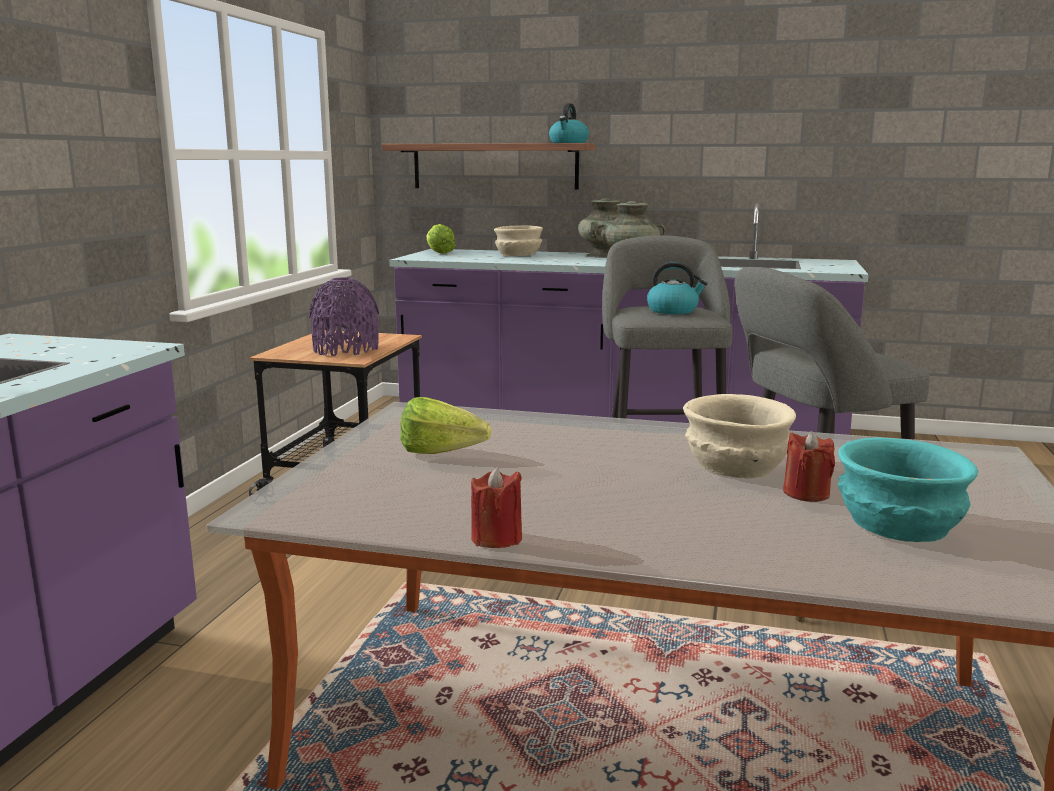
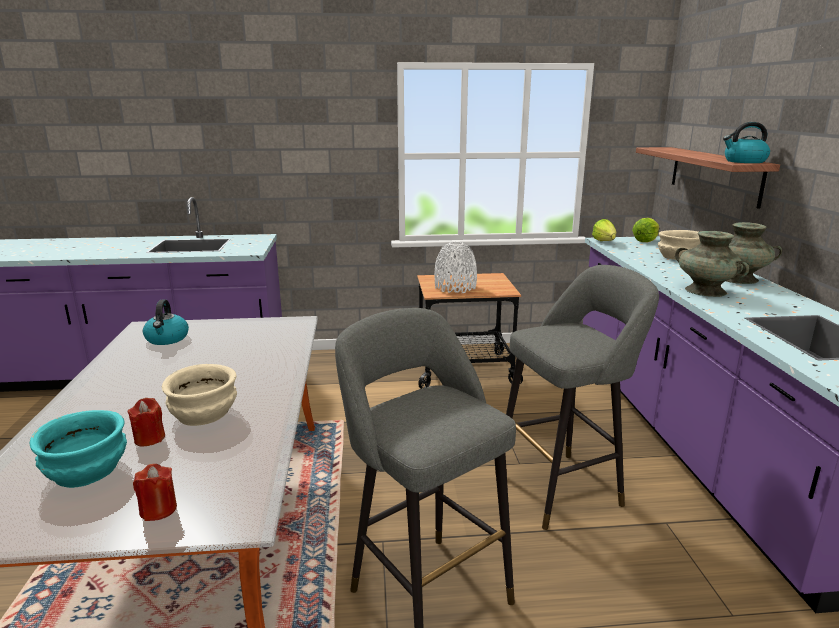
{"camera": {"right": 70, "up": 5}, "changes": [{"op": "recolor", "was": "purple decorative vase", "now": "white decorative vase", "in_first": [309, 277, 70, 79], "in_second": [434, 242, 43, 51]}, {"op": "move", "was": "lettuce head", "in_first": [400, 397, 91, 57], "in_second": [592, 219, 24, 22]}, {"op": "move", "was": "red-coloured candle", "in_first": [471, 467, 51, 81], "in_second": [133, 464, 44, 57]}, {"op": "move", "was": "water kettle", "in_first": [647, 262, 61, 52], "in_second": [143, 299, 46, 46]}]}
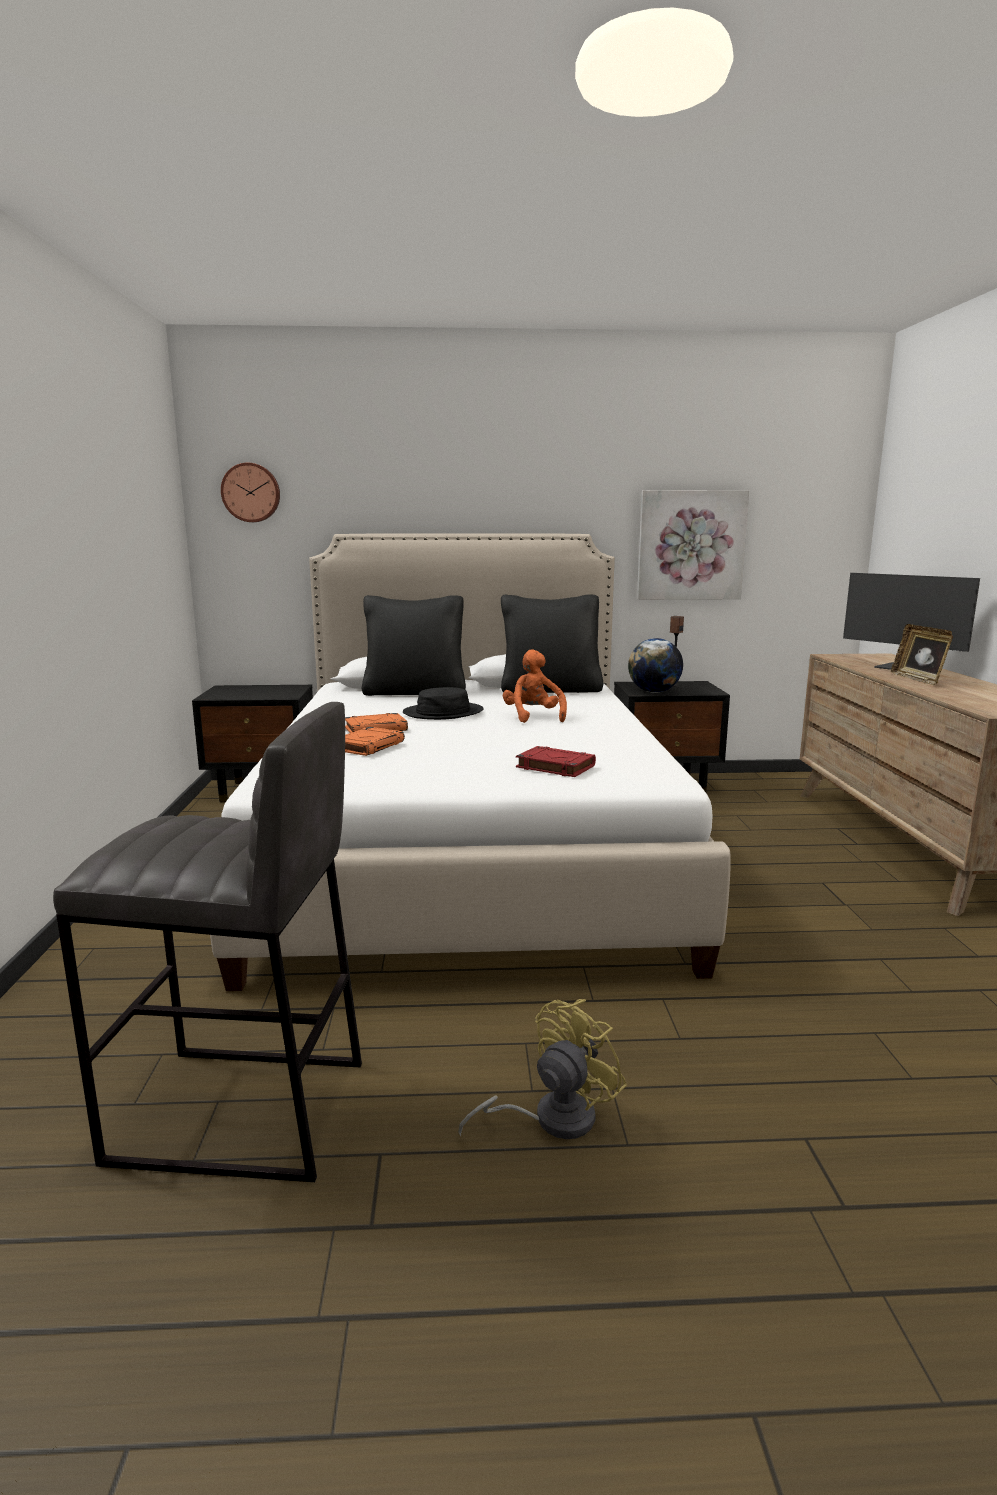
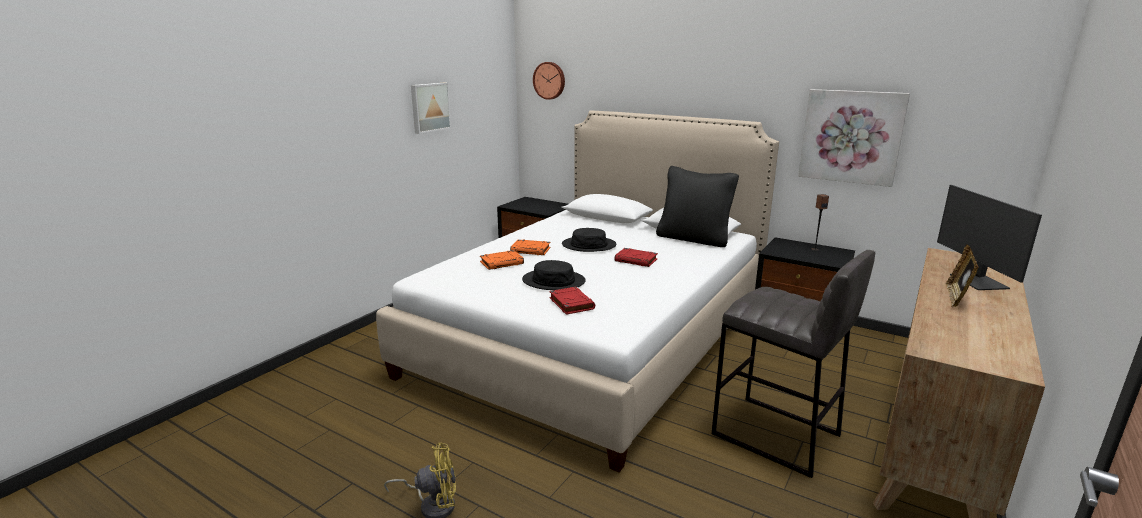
{"camera": {"right": 35, "up": 5}, "changes": [{"op": "move", "was": "gray stool seat", "in_first": [53, 702, 309, 480], "in_second": [712, 250, 163, 228]}, {"op": "delete", "was": "black-coloured pillow", "in_first": [362, 595, 104, 101]}, {"op": "replace", "was": "orange-coloured plush toy", "now": "red-coloured book", "in_first": [503, 649, 64, 74], "in_second": [614, 248, 44, 19]}, {"op": "delete", "was": "desk globe", "in_first": [628, 638, 55, 55]}, {"op": "insert", "now": "wall art", "in_second": [411, 83, 40, 51]}, {"op": "insert", "now": "black-coloured clothing hat", "in_second": [522, 260, 64, 30]}]}
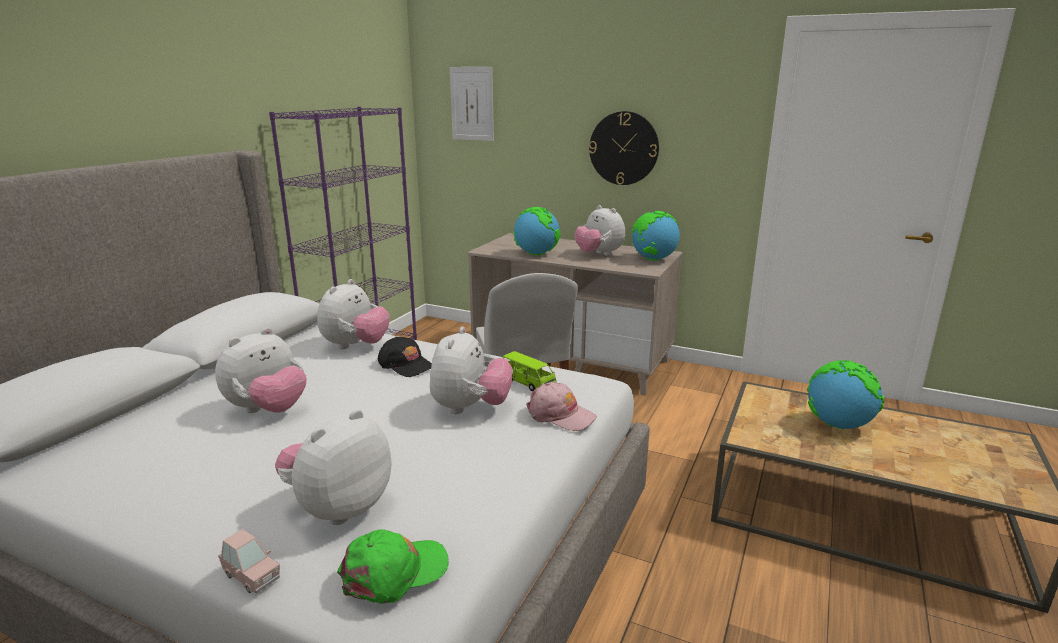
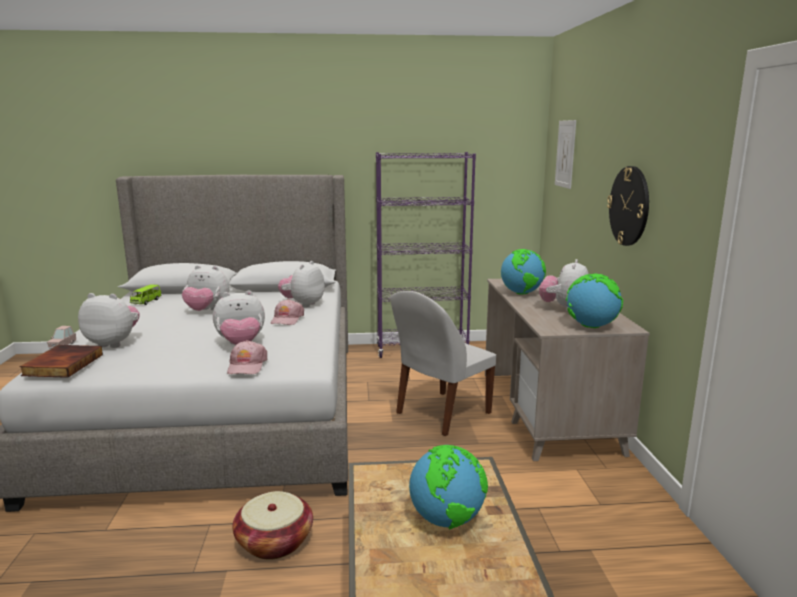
{"camera": {"right": 60, "up": -5}, "changes": [{"op": "rotate", "was": "plush toy", "in_first": [317, 279, 73, 70], "in_second": [278, 261, 47, 46], "clockwise": 120}, {"op": "replace", "was": "greenish peaked cap", "now": "book", "in_first": [337, 529, 112, 75], "in_second": [19, 345, 84, 33]}, {"op": "recolor", "was": "black-coloured peaked cap", "now": "pinkish peaked cap", "in_first": [378, 337, 54, 40], "in_second": [271, 299, 33, 26]}, {"op": "move", "was": "greenish toy car", "in_first": [503, 351, 54, 40], "in_second": [130, 284, 32, 21]}, {"op": "insert", "now": "household basket", "in_second": [233, 491, 80, 69]}]}
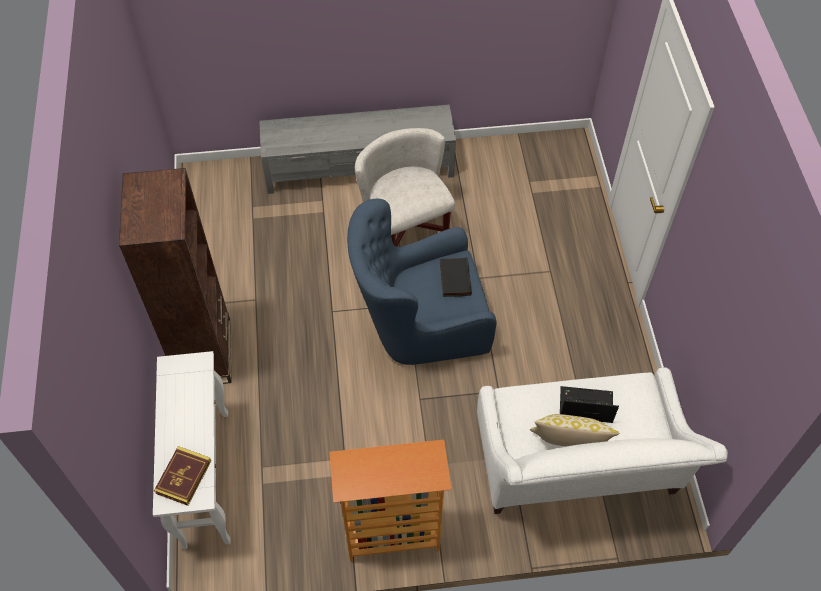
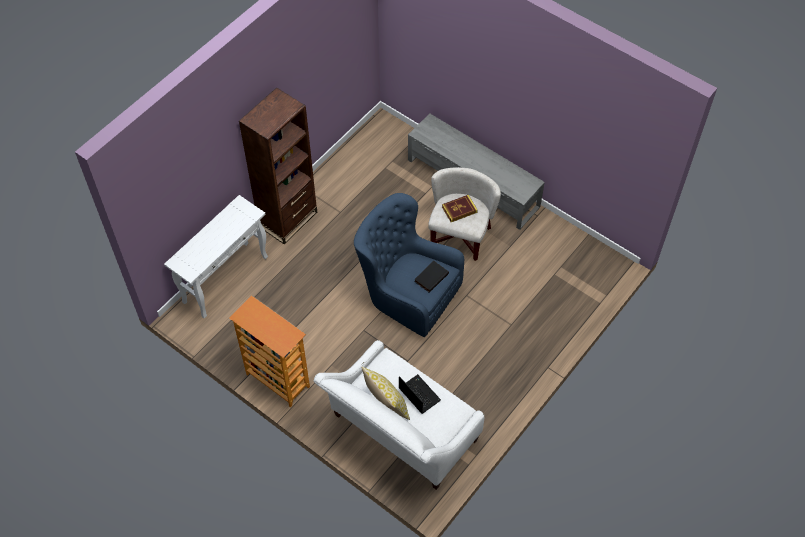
{"camera": {"right": 45, "up": 0}, "changes": [{"op": "move", "was": "book", "in_first": [154, 446, 57, 60], "in_second": [442, 195, 36, 27]}]}
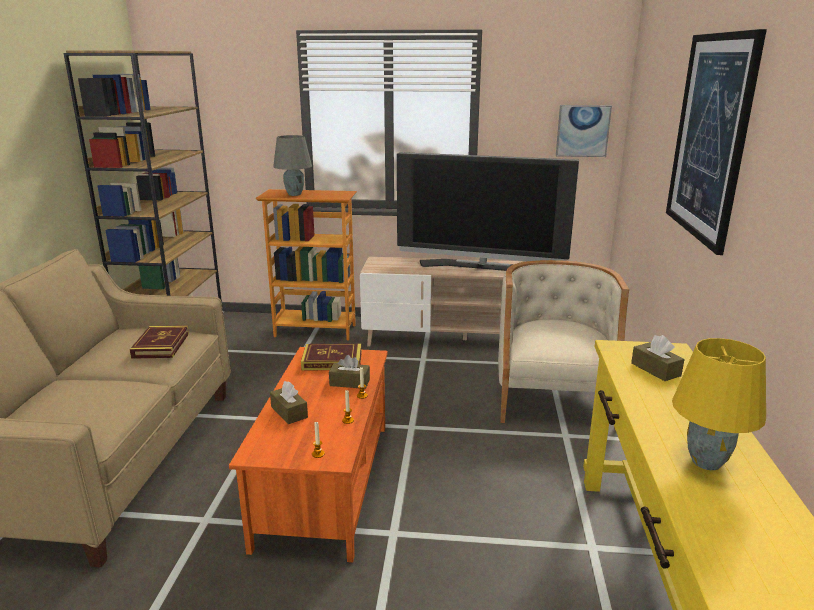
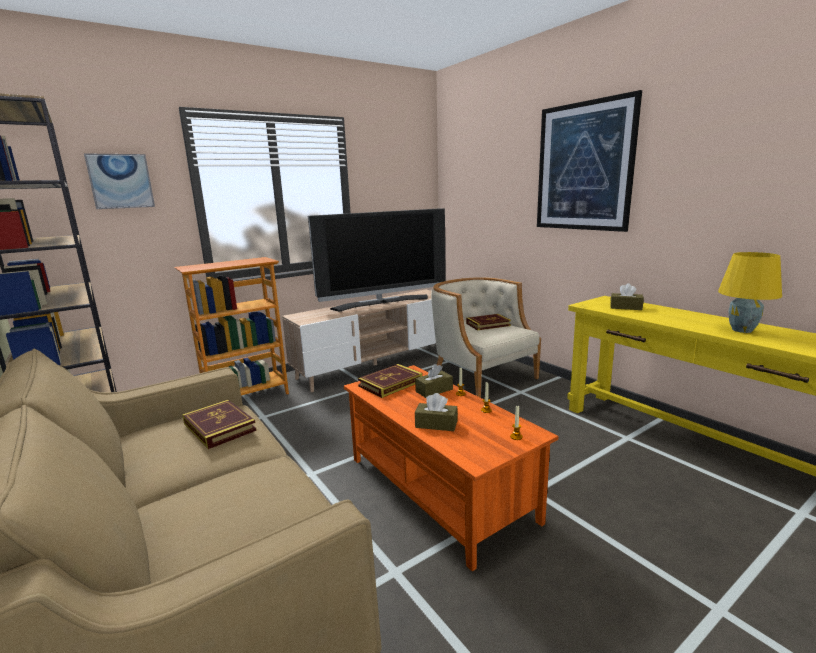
{"camera": {"right": -40, "up": -5}, "changes": [{"op": "delete", "was": "gray tabletop lamp", "in_first": [273, 135, 39, 61]}, {"op": "move", "was": "wall art", "in_first": [556, 105, 56, 52], "in_second": [84, 153, 71, 56]}, {"op": "insert", "now": "book", "in_second": [466, 314, 45, 16]}]}
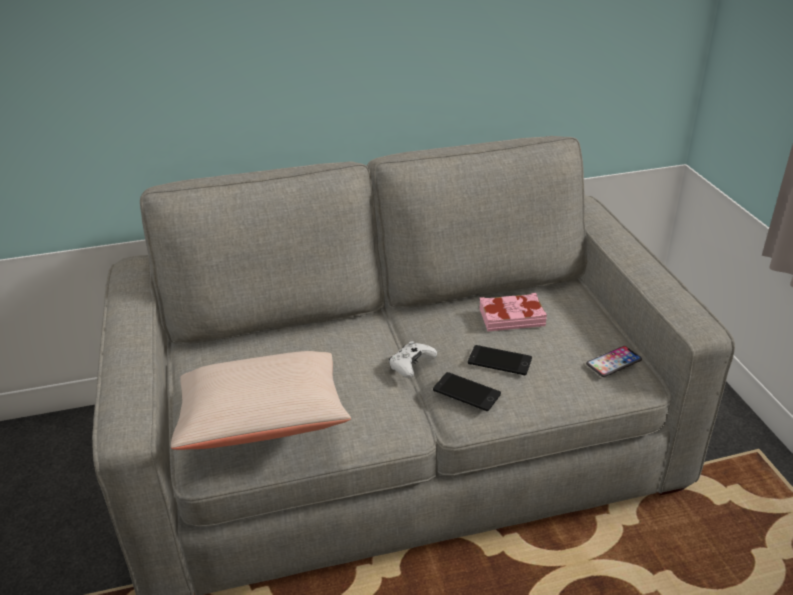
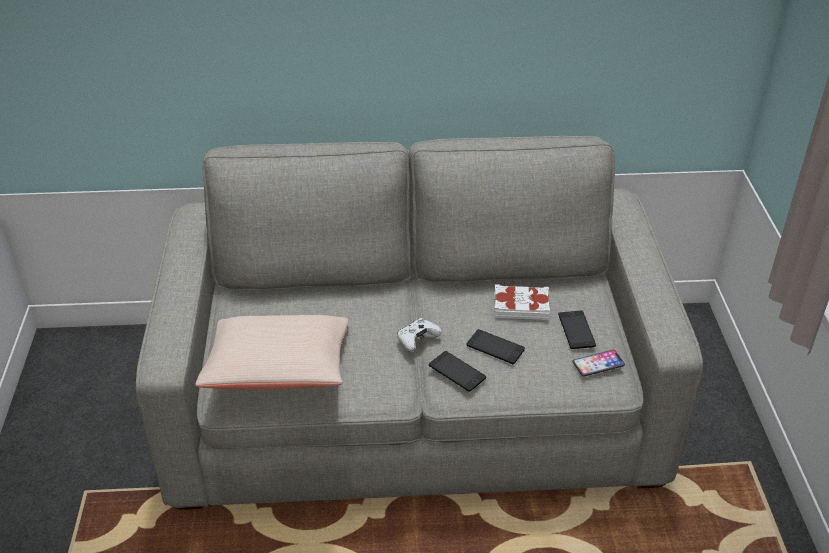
{"camera": {"right": 10, "up": 5}, "changes": [{"op": "recolor", "was": "pinkish book", "now": "white book", "in_first": [479, 293, 68, 38], "in_second": [494, 284, 56, 36]}, {"op": "insert", "now": "telephone", "in_second": [558, 311, 38, 38]}]}
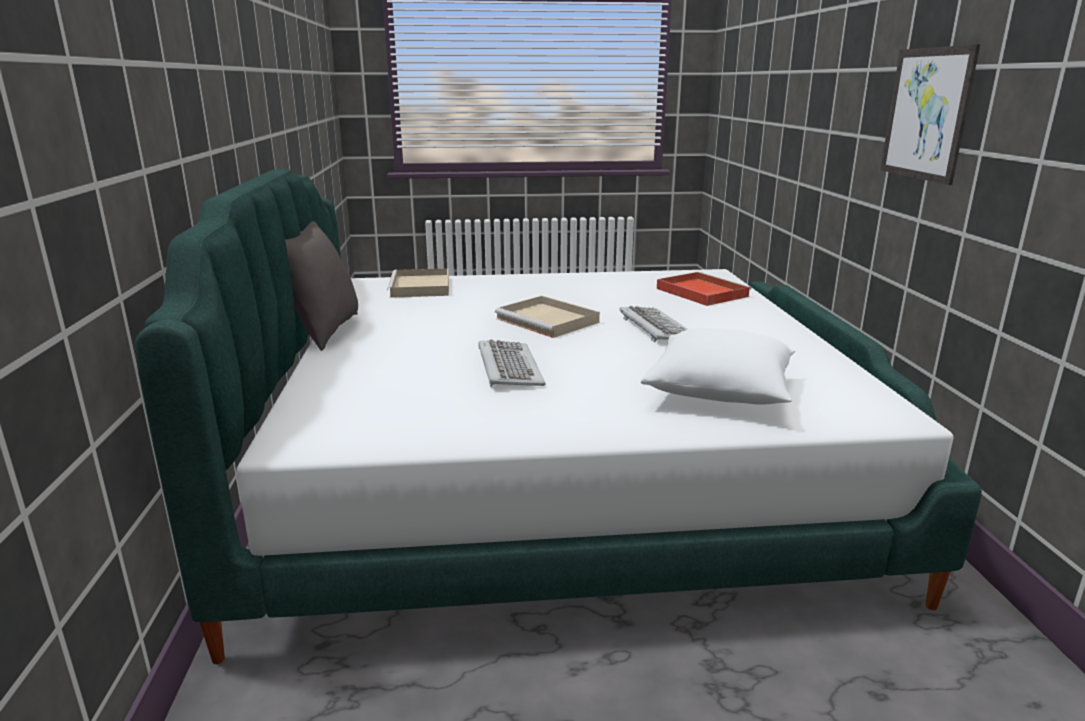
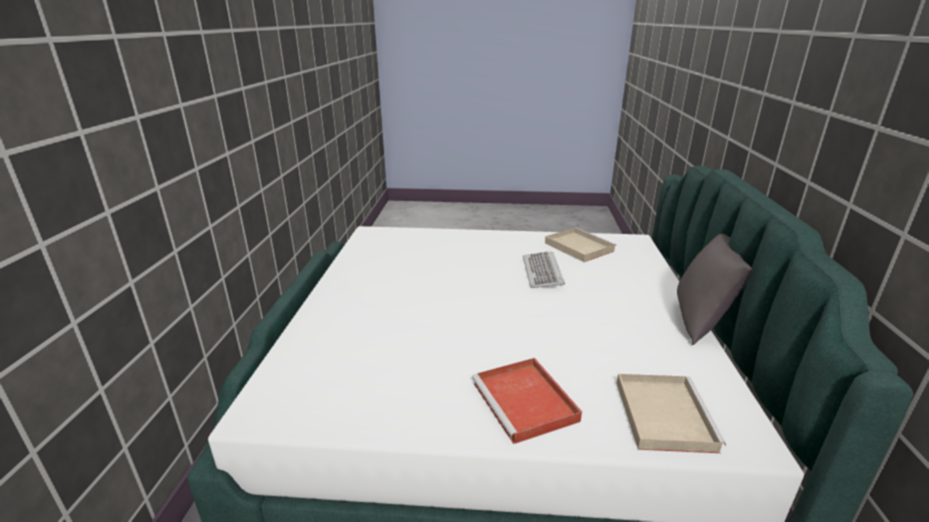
{"camera": {"right": -170, "up": 5}, "changes": [{"op": "move", "was": "sand-coloured carrying tray", "in_first": [495, 296, 105, 42], "in_second": [545, 227, 71, 35]}, {"op": "delete", "was": "keyboard", "in_first": [619, 306, 69, 36]}, {"op": "delete", "was": "white pillow", "in_first": [641, 328, 154, 77]}, {"op": "move", "was": "red-coloured carrying tray", "in_first": [657, 272, 94, 34], "in_second": [472, 358, 110, 86]}, {"op": "delete", "was": "wall art", "in_first": [880, 44, 100, 141]}]}
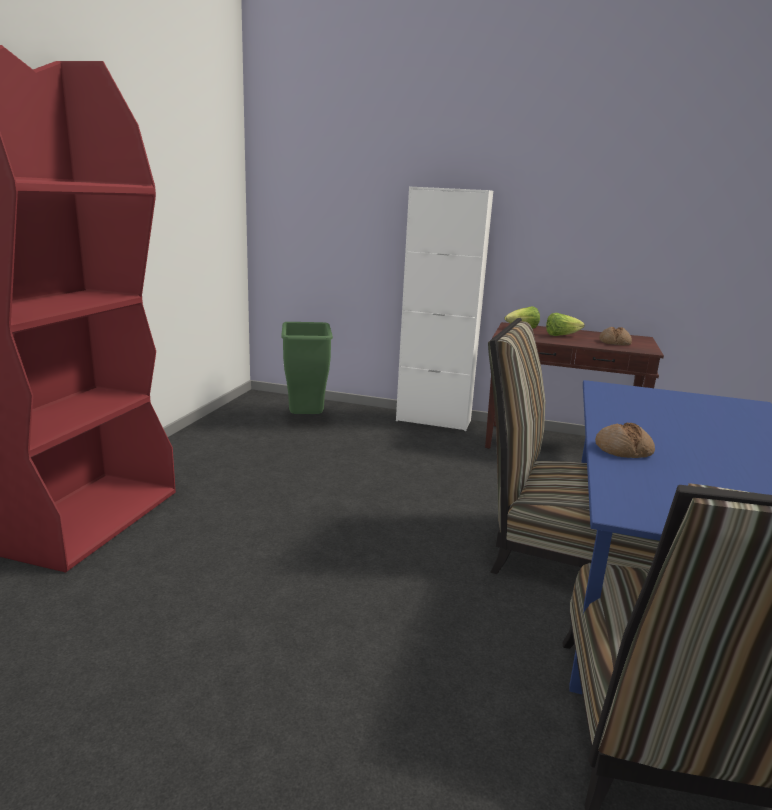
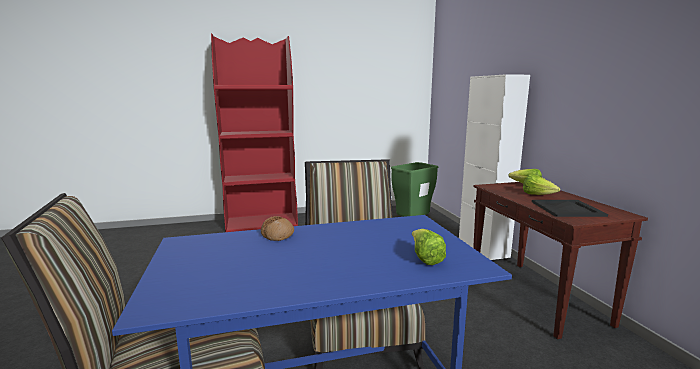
{"camera": {"right": 60, "up": -5}, "changes": [{"op": "replace", "was": "bread", "now": "black-coloured carrying tray", "in_first": [599, 327, 33, 19], "in_second": [532, 200, 76, 17]}, {"op": "insert", "now": "lettuce head", "in_second": [412, 229, 34, 36]}]}
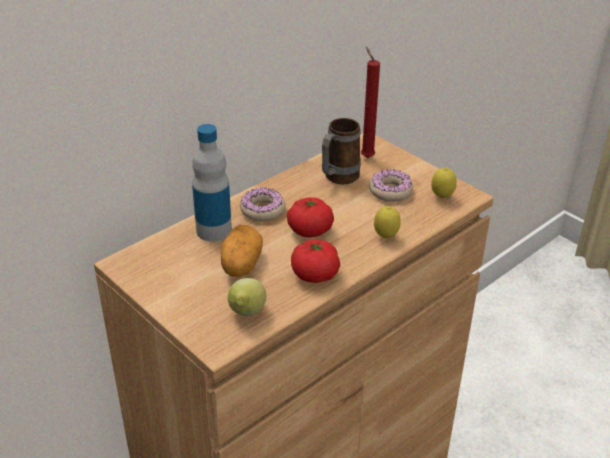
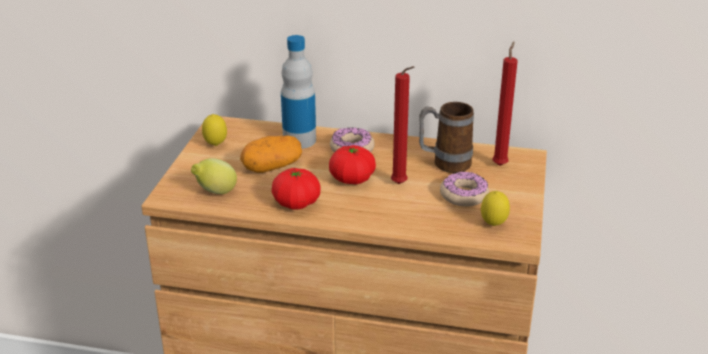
{"camera": {"right": 55, "up": -5}, "changes": [{"op": "move", "was": "lemon", "in_first": [374, 206, 27, 32], "in_second": [202, 114, 25, 32]}, {"op": "insert", "now": "red-coloured candle", "in_second": [391, 66, 23, 118]}]}
